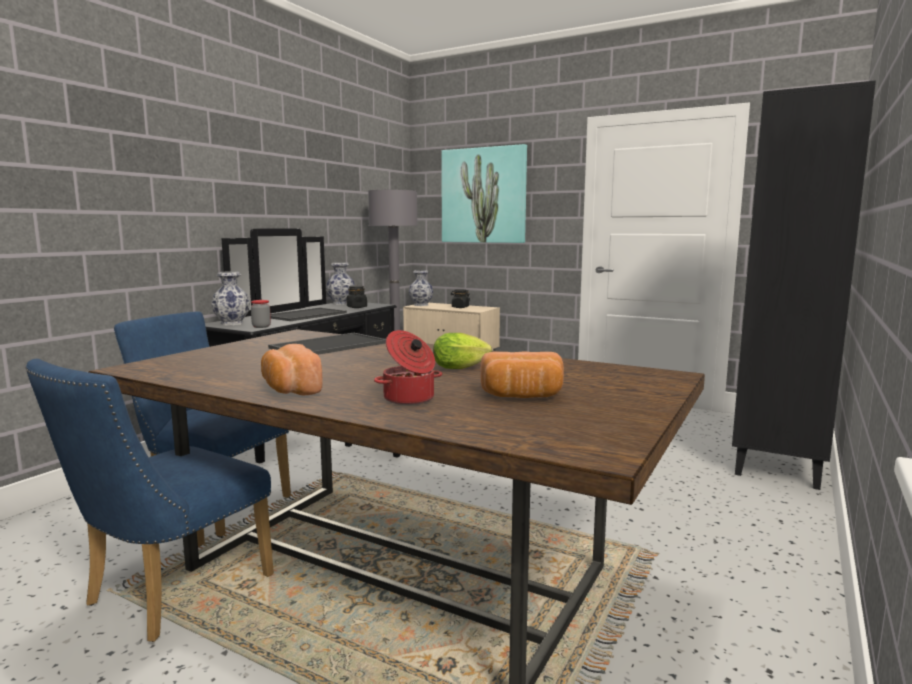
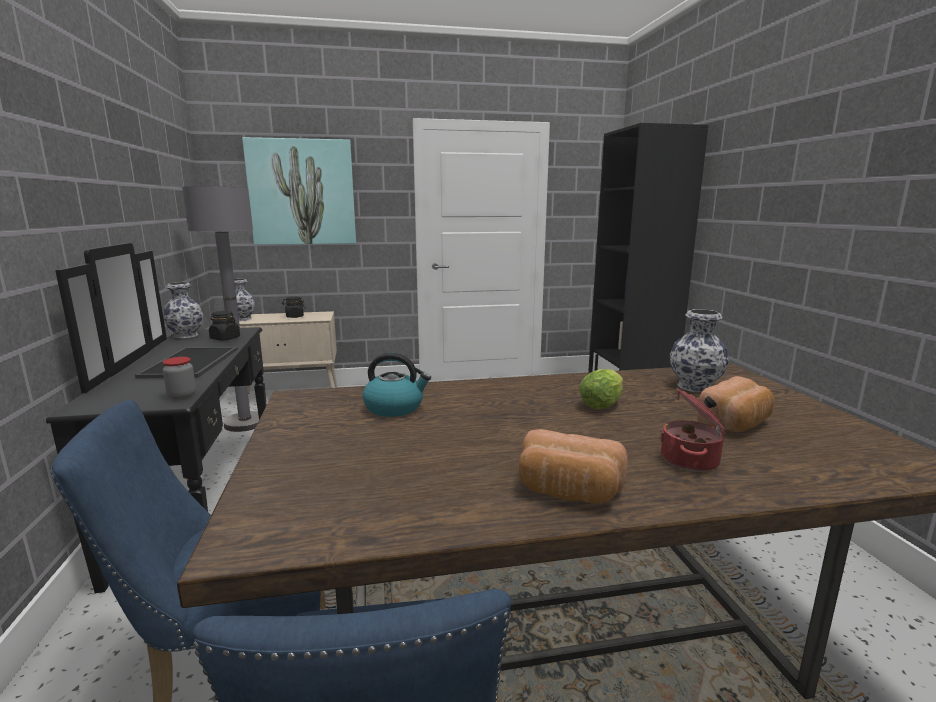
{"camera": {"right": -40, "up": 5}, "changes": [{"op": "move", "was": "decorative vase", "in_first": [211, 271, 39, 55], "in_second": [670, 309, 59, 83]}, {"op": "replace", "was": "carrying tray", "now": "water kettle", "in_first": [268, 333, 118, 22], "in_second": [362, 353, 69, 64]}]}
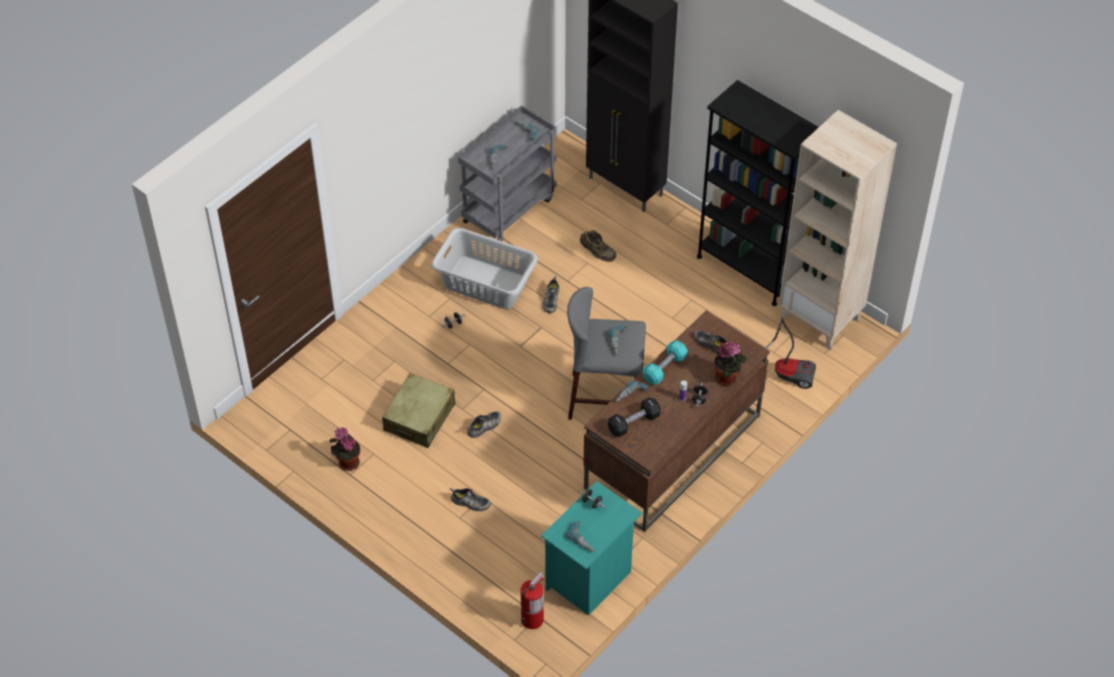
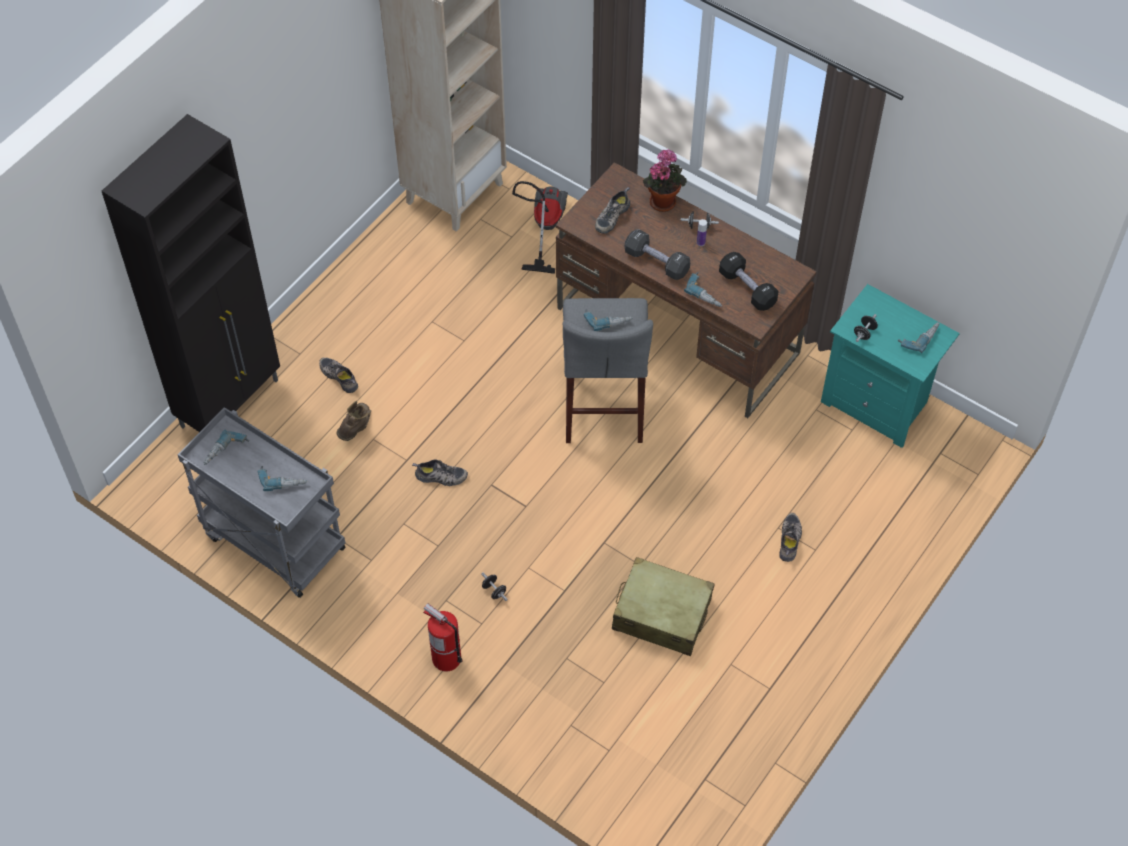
{"camera": {"right": -95, "up": 5}, "changes": [{"op": "delete", "was": "potted plant", "in_first": [329, 427, 31, 44]}, {"op": "delete", "was": "gray hamper", "in_first": [431, 228, 107, 81]}, {"op": "move", "was": "low shoe", "in_first": [467, 411, 34, 27], "in_second": [319, 358, 39, 35]}, {"op": "move", "was": "fire extinguisher", "in_first": [520, 572, 25, 57], "in_second": [423, 603, 40, 68]}, {"op": "recolor", "was": "blue-green free weight", "now": "black-coloured free weight", "in_first": [642, 341, 46, 44], "in_second": [625, 230, 65, 50]}, {"op": "delete", "was": "black-coloured bookcase", "in_first": [697, 80, 122, 226]}]}
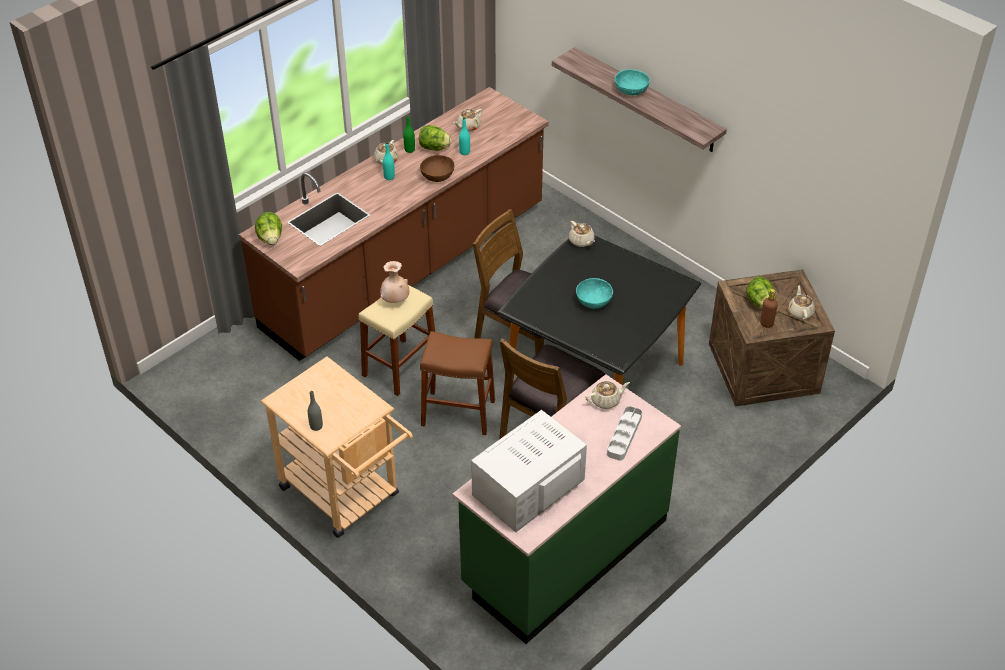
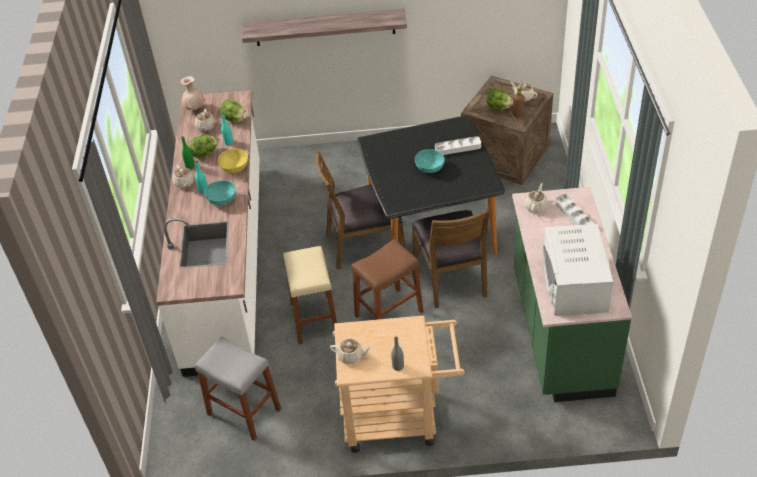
{"camera": {"right": -45, "up": 0}, "changes": [{"op": "recolor", "was": "brown kitchen base unit", "now": "white kitchen base unit", "in_first": [239, 87, 310, 274], "in_second": [156, 90, 104, 287]}, {"op": "move", "was": "lettuce head", "in_first": [255, 212, 27, 33], "in_second": [219, 100, 28, 22]}, {"op": "move", "was": "sand-coloured decorative vase", "in_first": [380, 261, 29, 42], "in_second": [181, 76, 24, 34]}, {"op": "recolor", "was": "brown deep dish", "now": "yellow-coloured deep dish", "in_first": [420, 155, 34, 27], "in_second": [218, 148, 30, 25]}, {"op": "move", "was": "sand-coloured teapot", "in_first": [569, 221, 26, 26], "in_second": [330, 339, 41, 25]}, {"op": "move", "was": "blue-green deep dish", "in_first": [615, 69, 35, 26], "in_second": [204, 180, 32, 25]}, {"op": "insert", "now": "gray stool seat", "in_second": [195, 337, 86, 104]}, {"op": "insert", "now": "gray carrying tray", "in_second": [435, 136, 46, 19]}]}
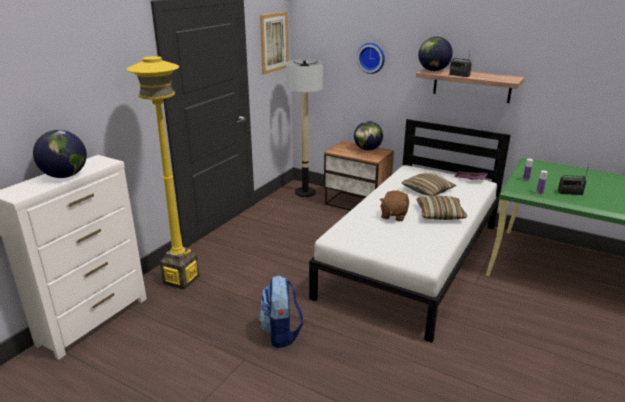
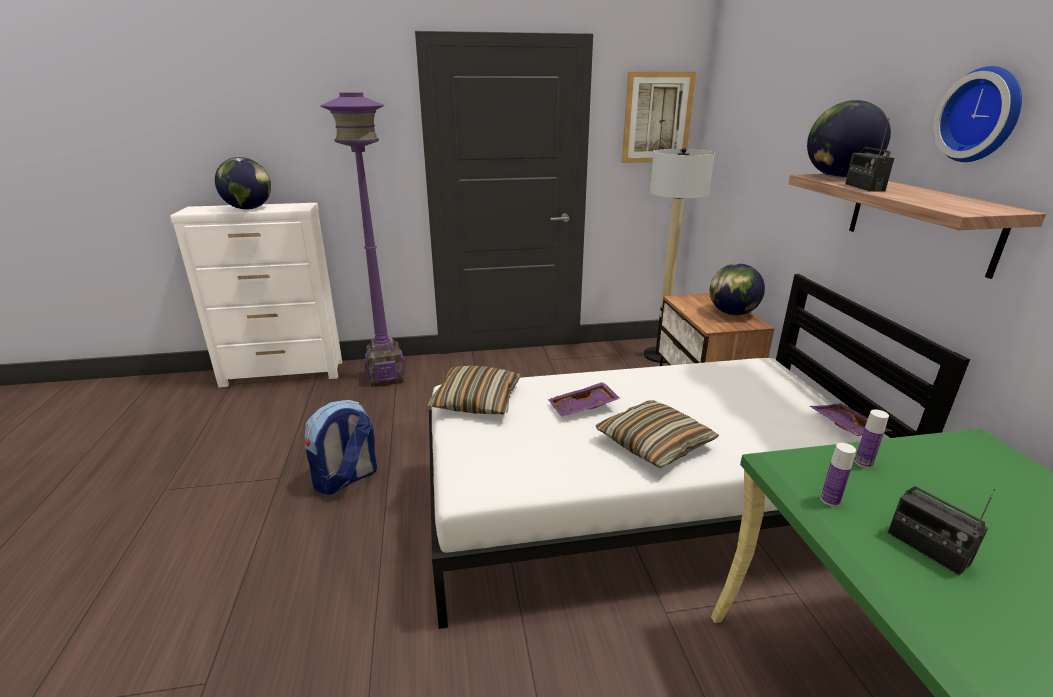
{"camera": {"right": 50, "up": 0}, "changes": [{"op": "recolor", "was": "yellow-coloured standard lamp", "now": "purple standard lamp", "in_first": [127, 56, 73, 234], "in_second": [320, 93, 85, 294]}, {"op": "move", "was": "hanging clock", "in_first": [357, 43, 28, 31], "in_second": [933, 66, 89, 96]}, {"op": "replace", "was": "brown plush toy", "now": "purple carrying tray", "in_first": [379, 190, 30, 31], "in_second": [548, 382, 72, 35]}, {"op": "move", "was": "pillow", "in_first": [402, 173, 54, 23], "in_second": [427, 366, 94, 48]}]}
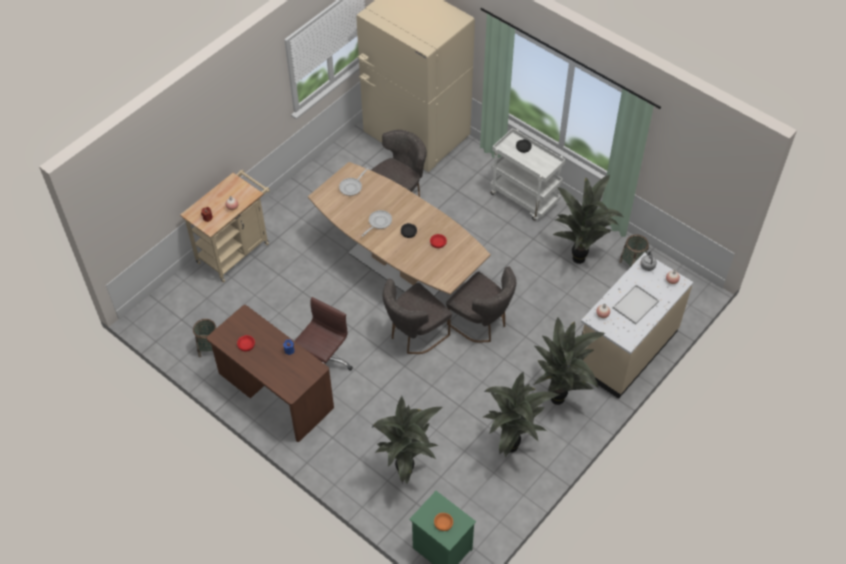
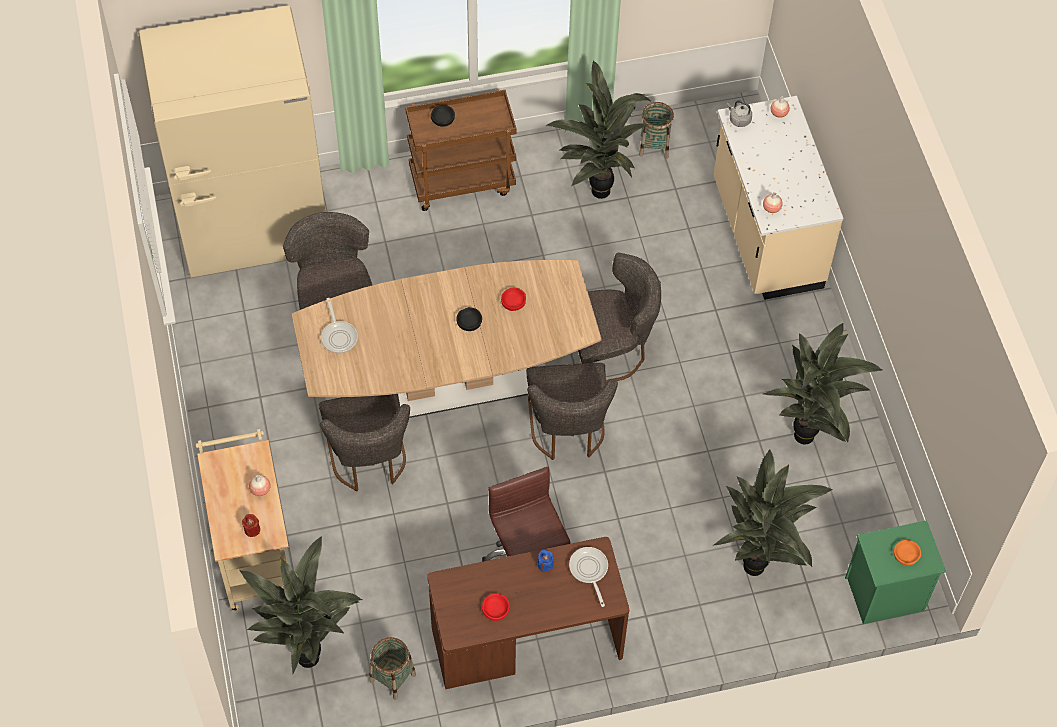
{"camera": {"right": -55, "up": 5}, "changes": [{"op": "move", "was": "frying pan", "in_first": [361, 210, 31, 27], "in_second": [569, 547, 39, 60]}, {"op": "recolor", "was": "white cart", "now": "brown cart", "in_first": [490, 128, 76, 93], "in_second": [405, 89, 112, 122]}, {"op": "move", "was": "potted plant", "in_first": [533, 318, 72, 87], "in_second": [239, 536, 123, 138]}, {"op": "delete", "was": "white carrying tray", "in_first": [613, 284, 46, 41]}, {"op": "insert", "now": "gray chair", "in_second": [319, 394, 91, 97]}]}
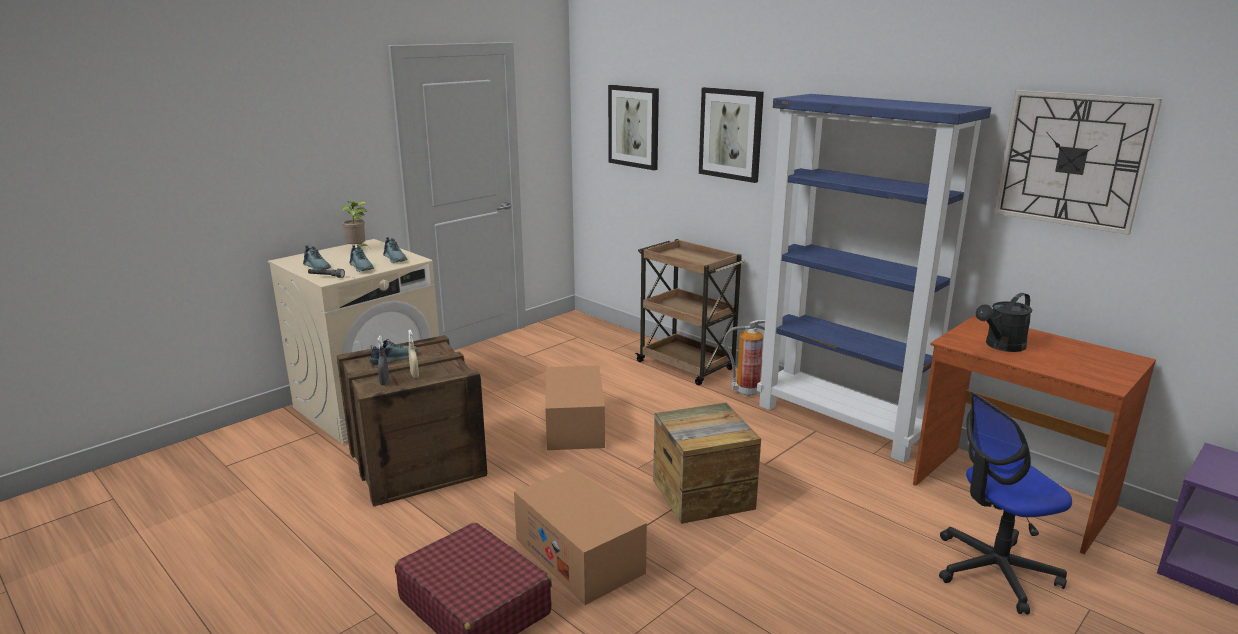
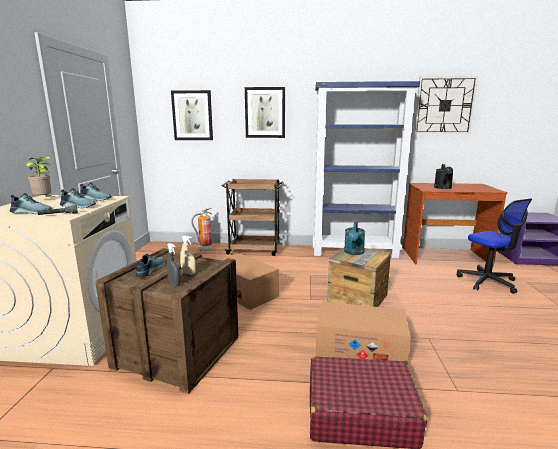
{"camera": {"right": -40, "up": -5}, "changes": [{"op": "move", "was": "fire extinguisher", "in_first": [724, 319, 41, 78], "in_second": [191, 208, 21, 43]}, {"op": "rotate", "was": "computer chair", "in_first": [939, 392, 133, 222], "in_second": [456, 199, 76, 95], "clockwise": -60}, {"op": "insert", "now": "blue-green watering can", "in_second": [344, 222, 21, 33]}]}
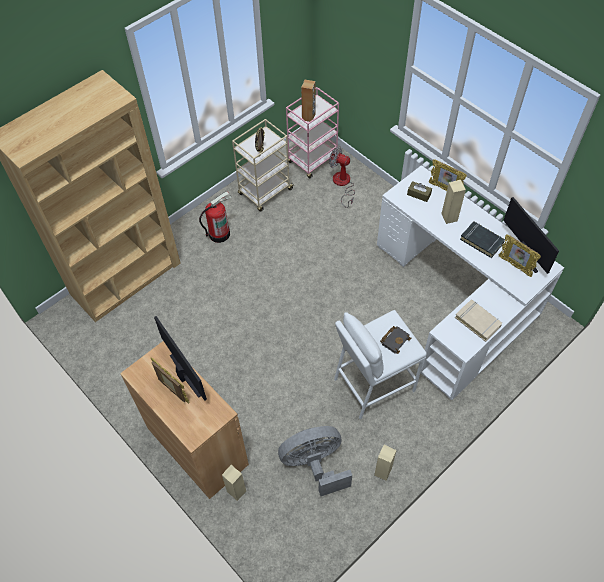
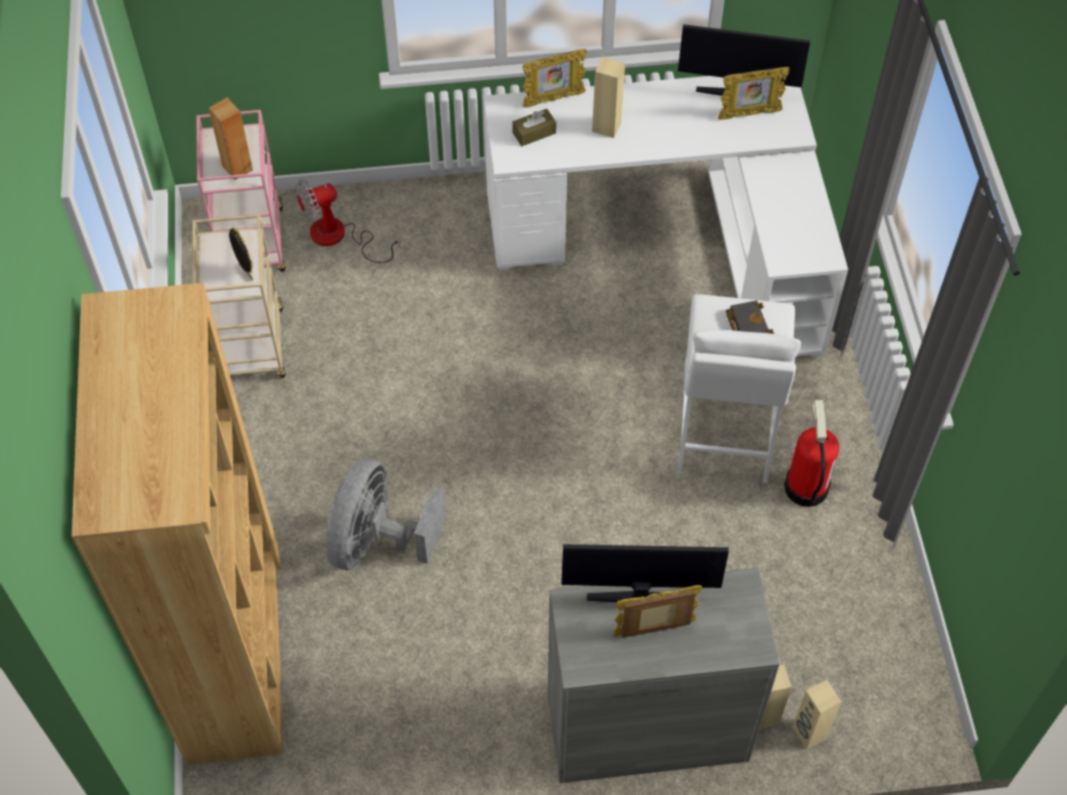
{"camera": {"right": -55, "up": 0}, "changes": [{"op": "recolor", "was": "brown cabinet", "now": "gray cabinet", "in_first": [120, 341, 129, 158], "in_second": [548, 568, 232, 215]}, {"op": "move", "was": "fire extinguisher", "in_first": [199, 191, 32, 52], "in_second": [784, 400, 55, 107]}, {"op": "move", "was": "gray cooling fan", "in_first": [278, 426, 74, 70], "in_second": [327, 459, 120, 111]}, {"op": "move", "was": "sand-coloured speaker", "in_first": [374, 445, 23, 36], "in_second": [793, 680, 49, 70]}, {"op": "delete", "was": "sand-coloured book", "in_first": [455, 300, 47, 42]}, {"op": "delete", "was": "black-coloured book", "in_first": [460, 221, 45, 37]}]}
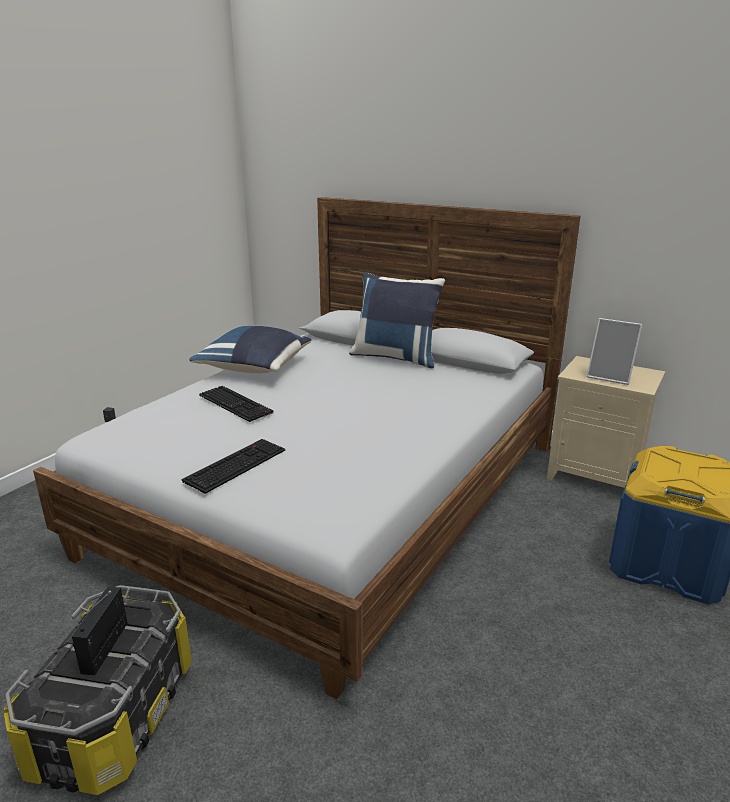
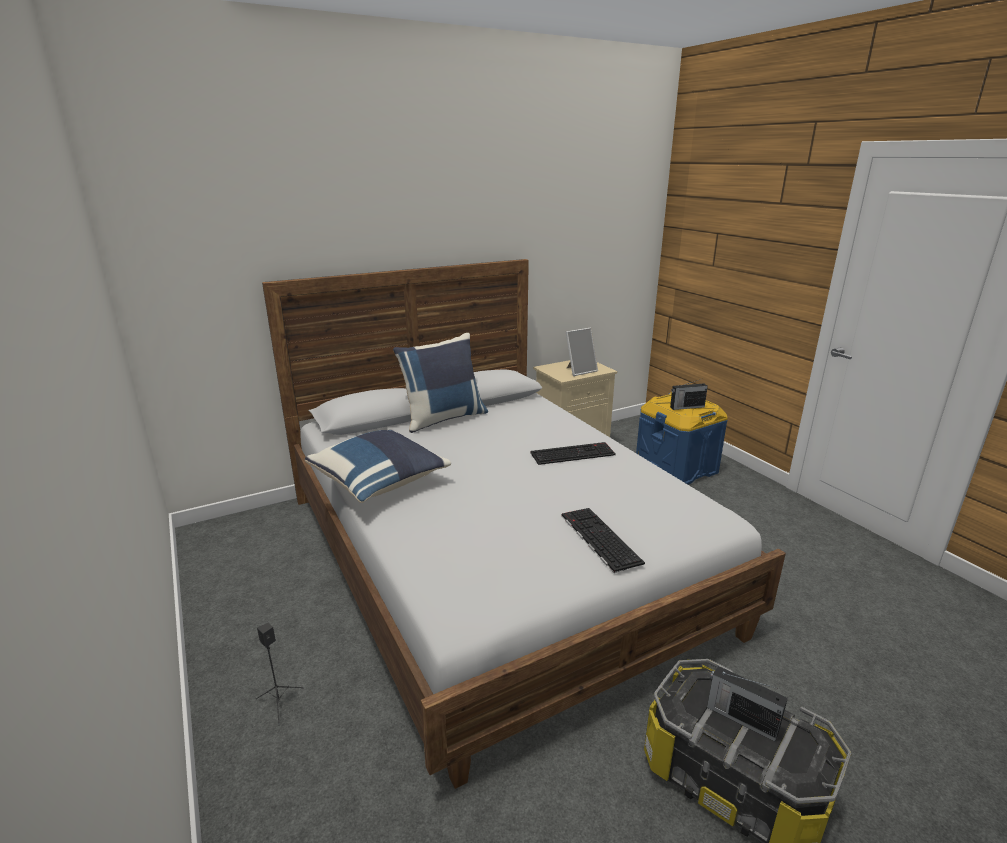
{"camera": {"right": -60, "up": 0}, "changes": [{"op": "move", "was": "keyboard", "in_first": [199, 386, 74, 36], "in_second": [530, 442, 86, 23]}, {"op": "insert", "now": "radio receiver", "in_second": [670, 379, 38, 31]}]}
